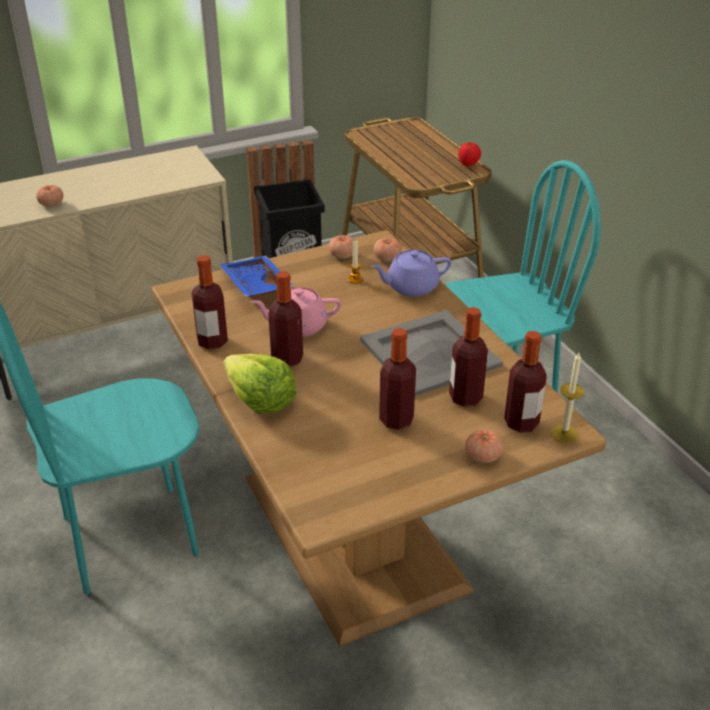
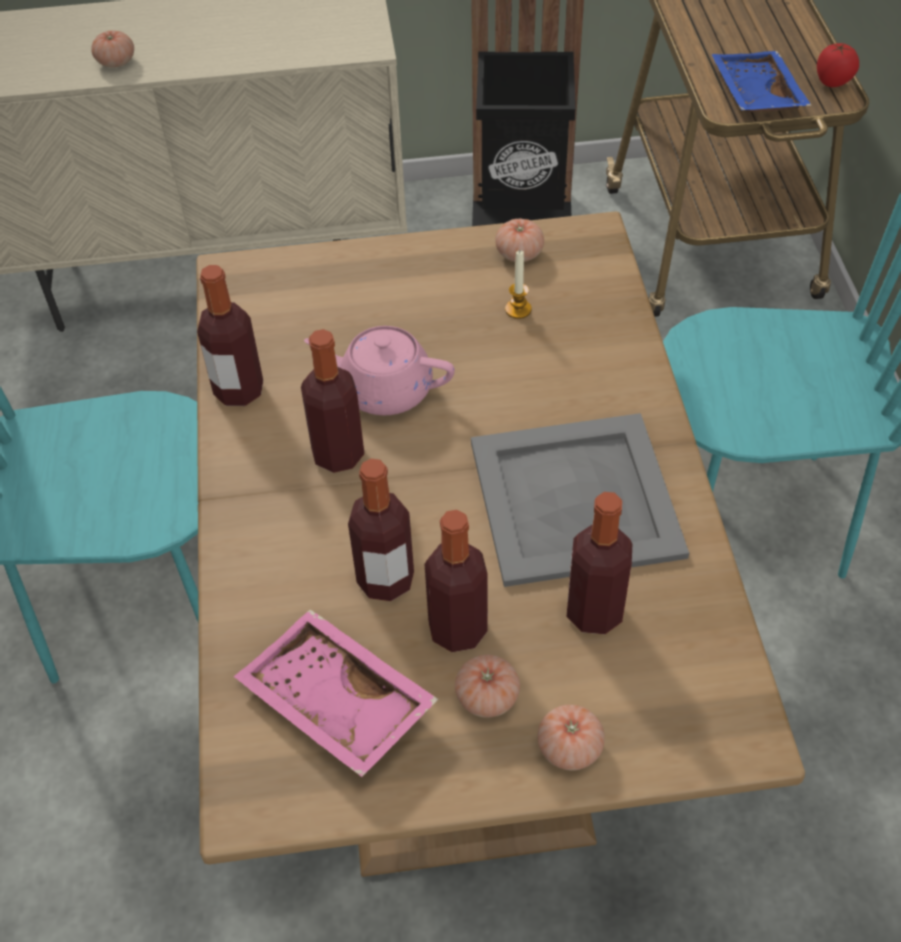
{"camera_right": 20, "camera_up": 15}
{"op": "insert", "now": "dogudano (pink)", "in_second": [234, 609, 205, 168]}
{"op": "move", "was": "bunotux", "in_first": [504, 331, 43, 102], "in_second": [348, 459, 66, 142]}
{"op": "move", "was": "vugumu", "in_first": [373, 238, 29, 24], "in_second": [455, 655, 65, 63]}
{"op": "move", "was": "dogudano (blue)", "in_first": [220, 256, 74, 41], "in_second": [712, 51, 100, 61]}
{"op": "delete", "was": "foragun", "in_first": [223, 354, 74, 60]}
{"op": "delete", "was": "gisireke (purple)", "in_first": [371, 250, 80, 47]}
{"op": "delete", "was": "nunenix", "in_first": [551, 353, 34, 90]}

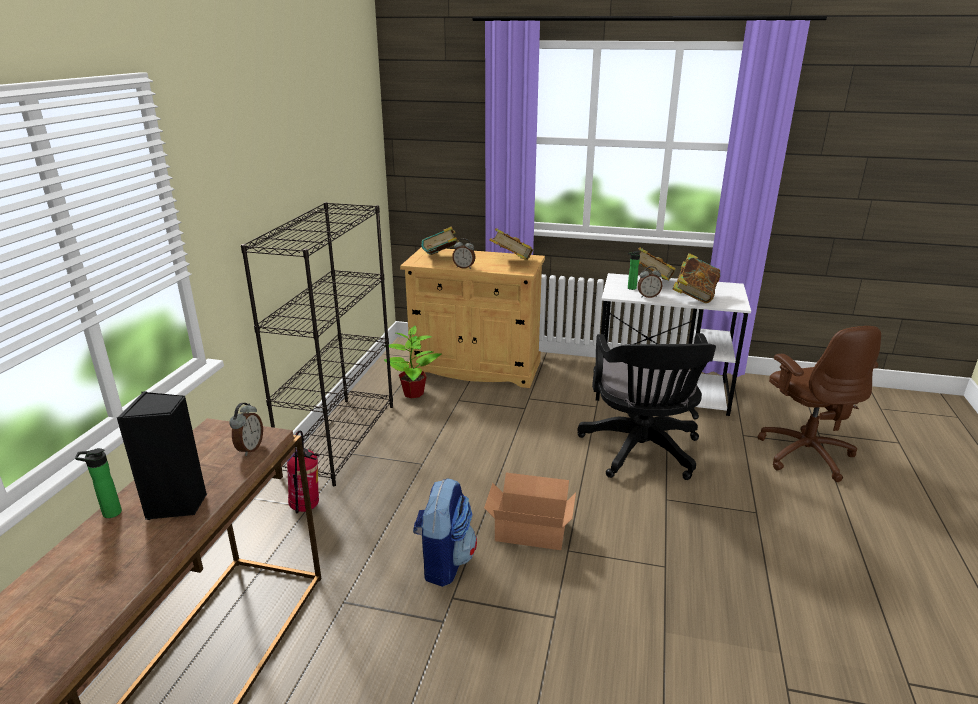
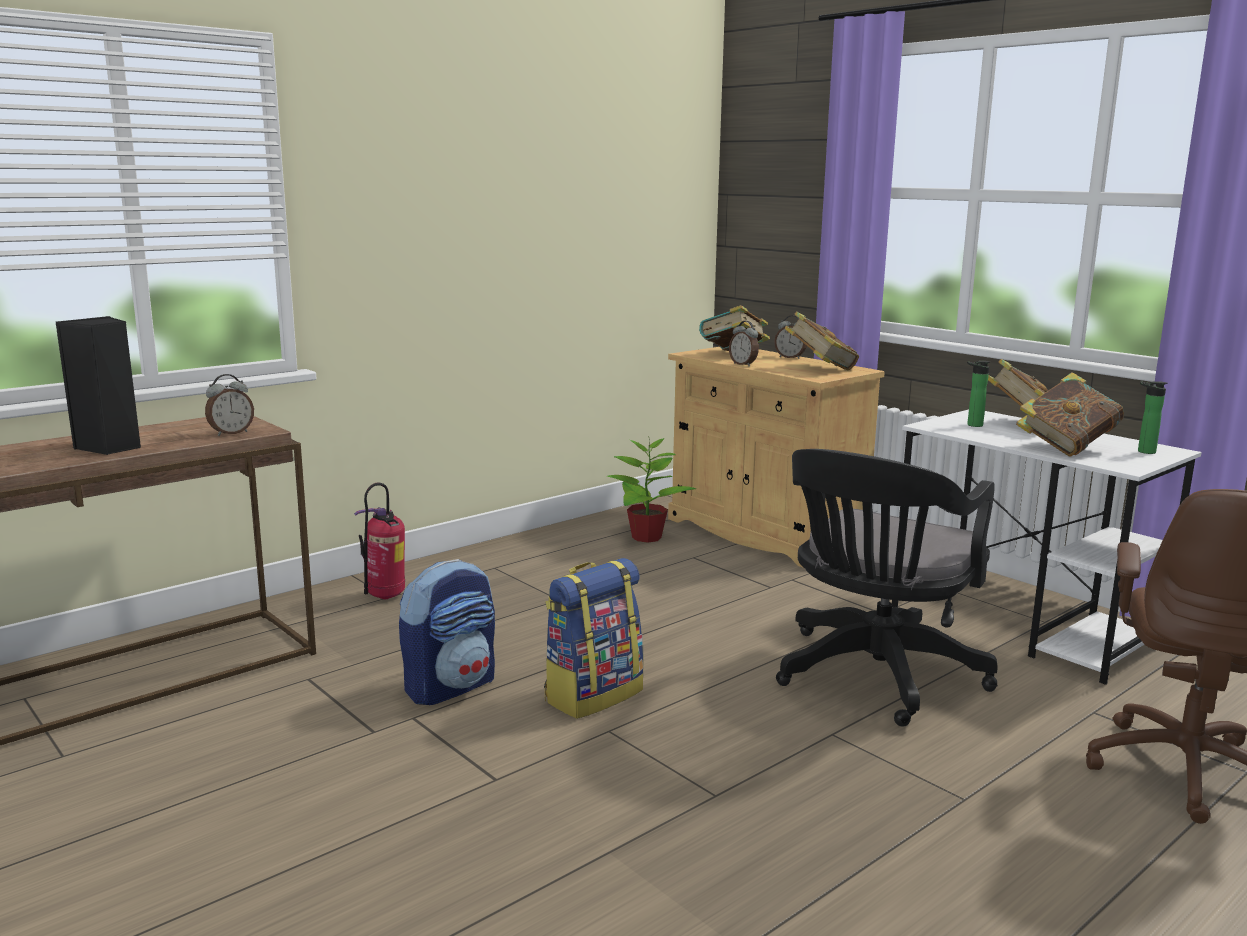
{"camera_right": 35, "camera_up": -10}
{"op": "replace", "was": "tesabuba", "now": "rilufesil", "in_first": [484, 473, 92, 77], "in_second": [544, 558, 100, 161]}
{"op": "move", "was": "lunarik", "in_first": [637, 266, 25, 32], "in_second": [774, 315, 33, 44]}
{"op": "move", "was": "bunotux", "in_first": [75, 448, 47, 70], "in_second": [1138, 381, 29, 73]}
{"op": "delete", "was": "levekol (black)", "in_first": [241, 202, 152, 284]}

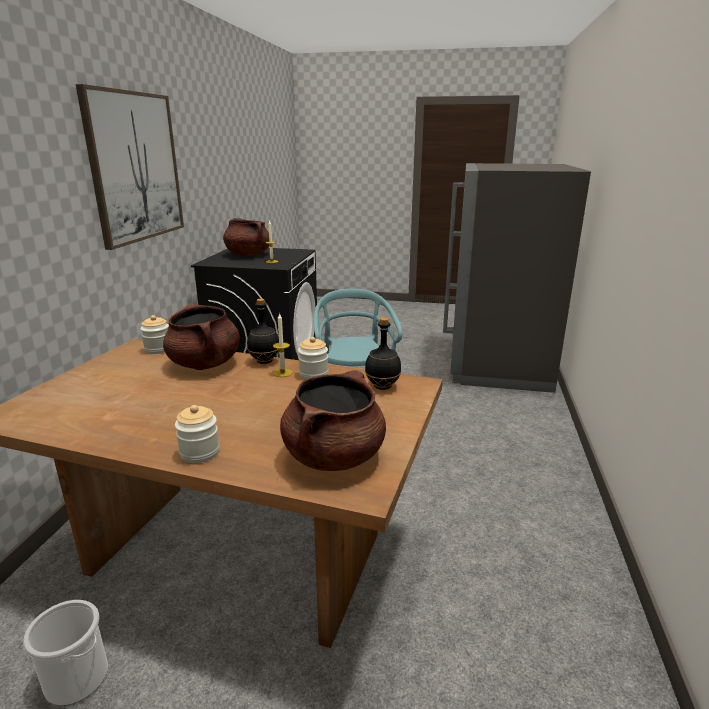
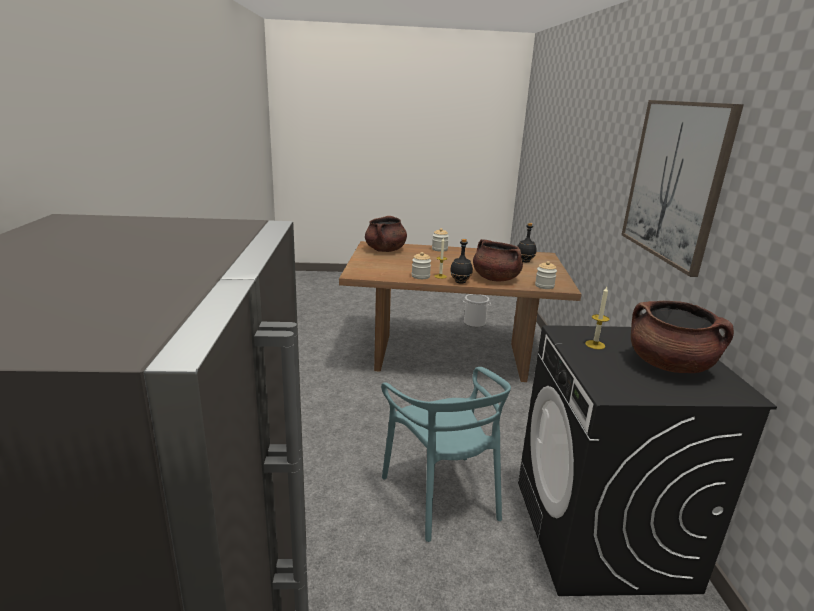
{"camera_right": 165, "camera_up": 0}
{"op": "move", "was": "bunotux (black)", "in_first": [365, 318, 36, 72], "in_second": [517, 223, 19, 39]}

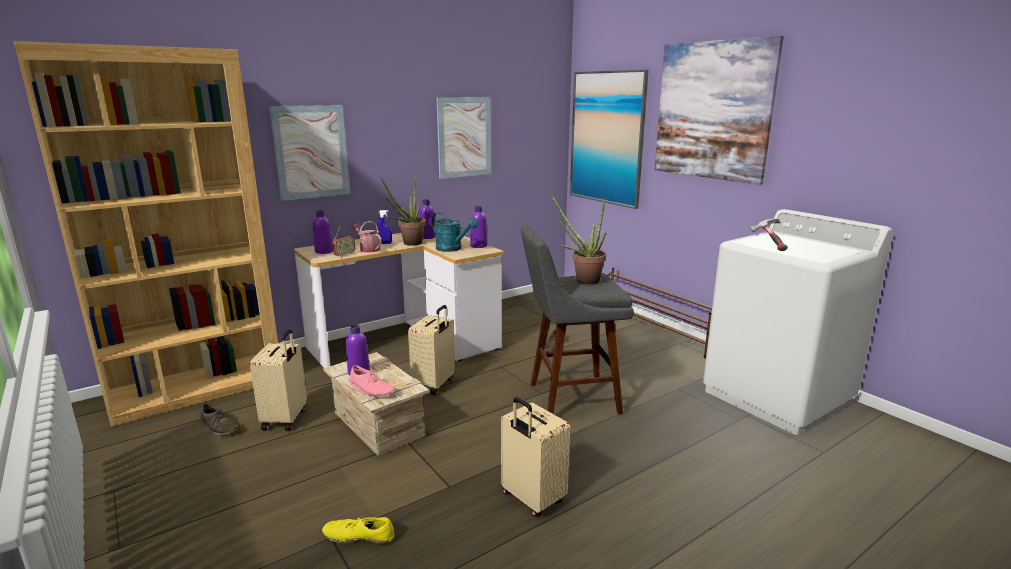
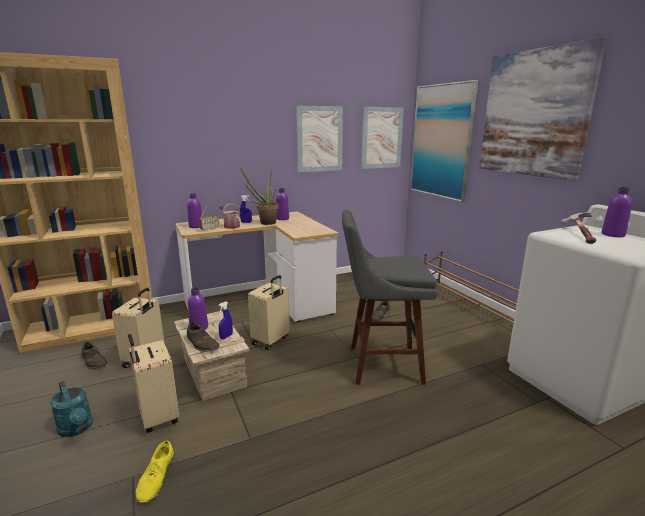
{"camera_right": 10, "camera_up": 0}
{"op": "move", "was": "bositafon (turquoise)", "in_first": [432, 212, 46, 40], "in_second": [50, 381, 43, 56]}
{"op": "move", "was": "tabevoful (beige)", "in_first": [501, 397, 69, 120], "in_second": [128, 334, 51, 99]}
{"op": "rotate", "was": "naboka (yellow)", "in_first": [322, 515, 72, 29], "in_second": [135, 441, 39, 61], "clockwise": -105}
{"op": "recolor", "was": "naboka (pink)", "now": "naboka (brown)", "in_first": [350, 365, 46, 32], "in_second": [187, 322, 33, 30]}
{"op": "insert", "now": "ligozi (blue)", "in_second": [218, 301, 15, 38]}
{"op": "move", "was": "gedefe", "in_first": [269, 105, 81, 96], "in_second": [361, 107, 43, 62]}
{"op": "move", "was": "bunotux (purple)", "in_first": [470, 206, 17, 42], "in_second": [602, 187, 30, 50]}
{"op": "delete", "was": "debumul", "in_first": [550, 194, 56, 91]}

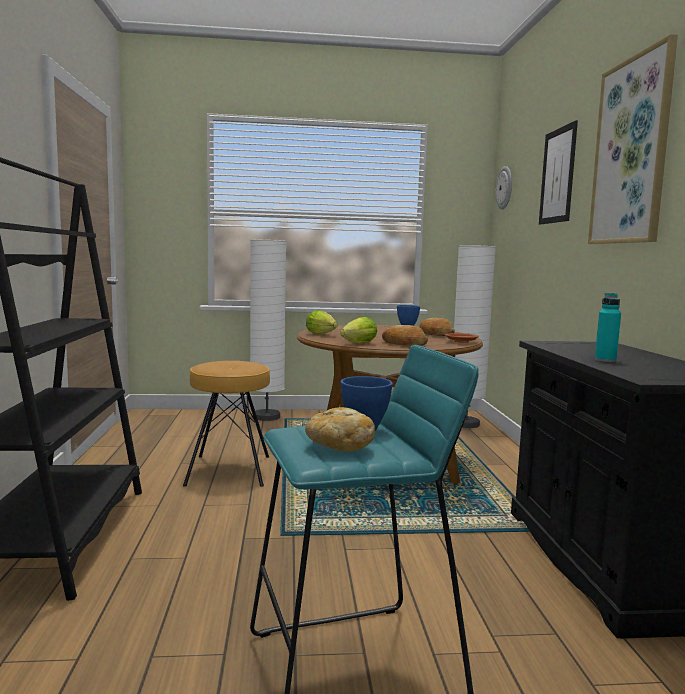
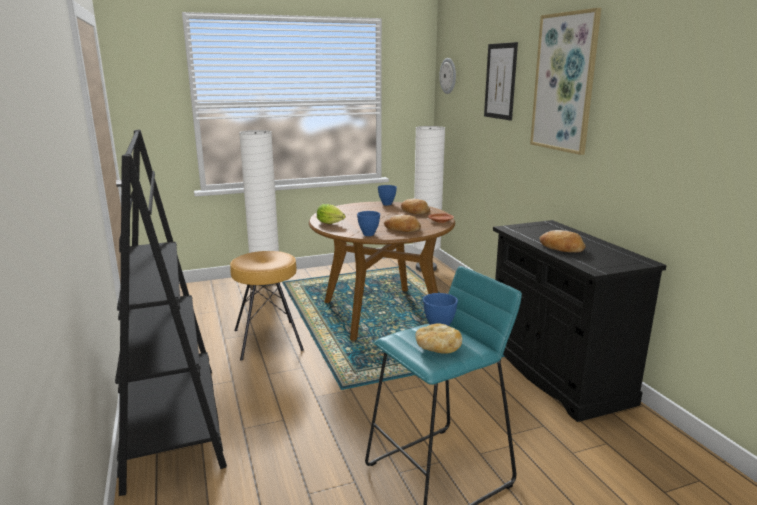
{"camera_right": -15, "camera_up": 10}
{"op": "replace", "was": "foragun", "now": "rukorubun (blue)", "in_first": [340, 317, 37, 26], "in_second": [357, 211, 23, 25]}
{"op": "replace", "was": "bunotux (turquoise)", "now": "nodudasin", "in_first": [595, 293, 26, 69], "in_second": [540, 230, 45, 23]}

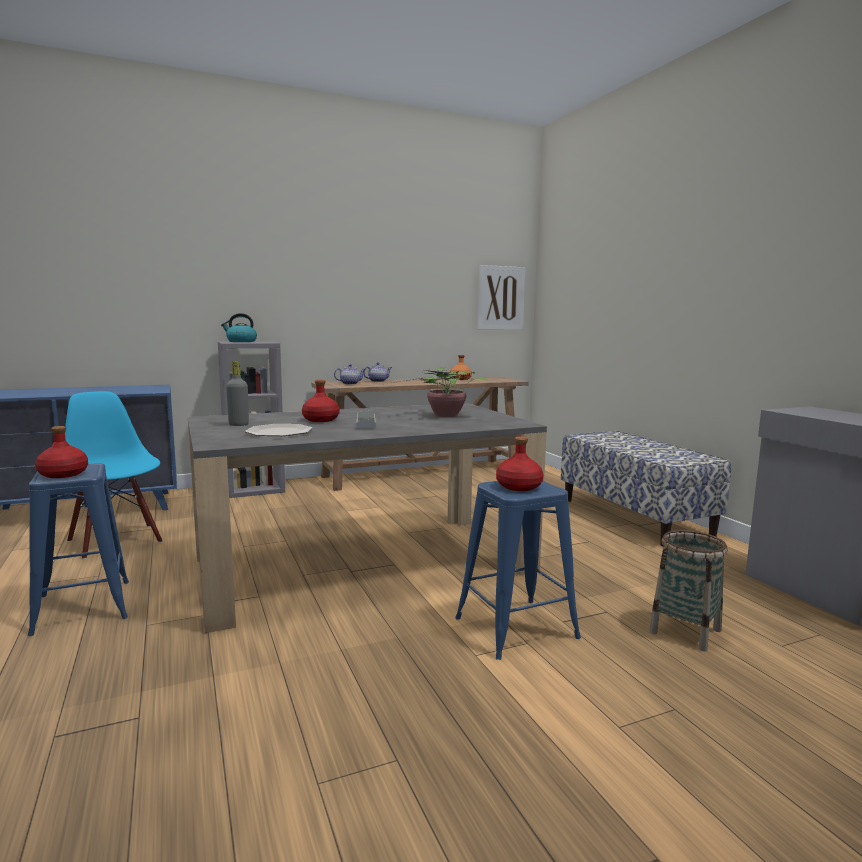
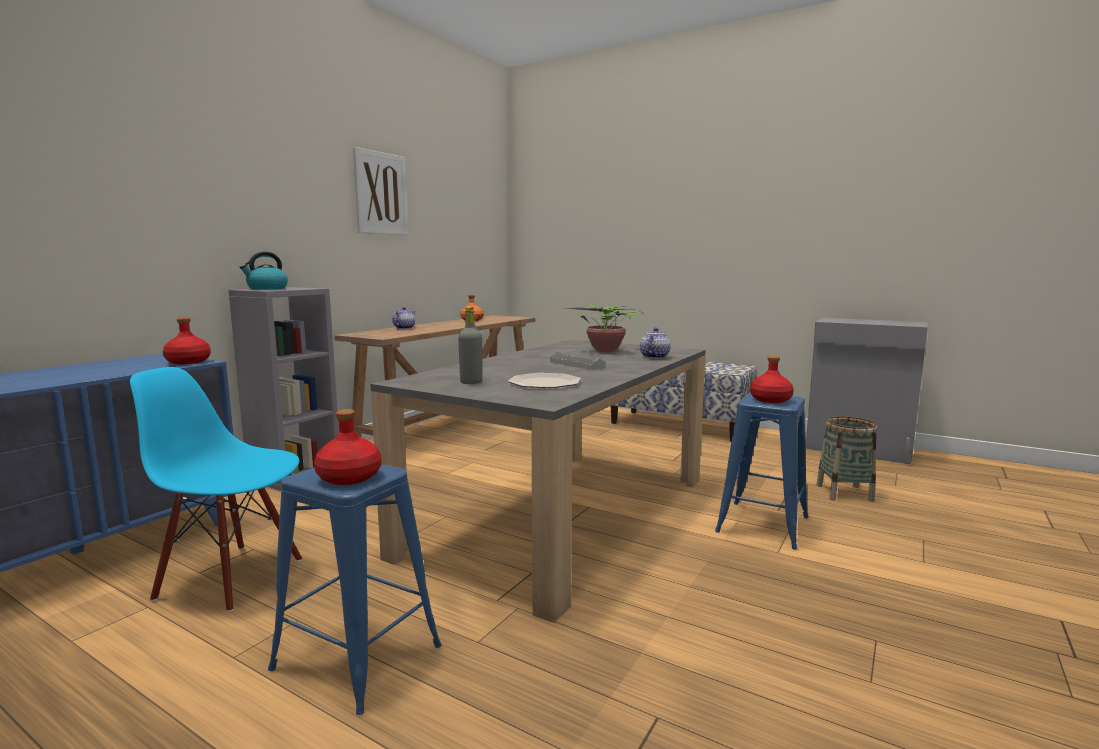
{"camera_right": -35, "camera_up": 0}
{"op": "move", "was": "bunotux (red)", "in_first": [302, 380, 38, 42], "in_second": [163, 318, 48, 46]}
{"op": "move", "was": "gedefe", "in_first": [478, 265, 47, 65], "in_second": [353, 147, 55, 88]}
{"op": "move", "was": "gisireke", "in_first": [334, 364, 31, 21], "in_second": [640, 328, 31, 31]}

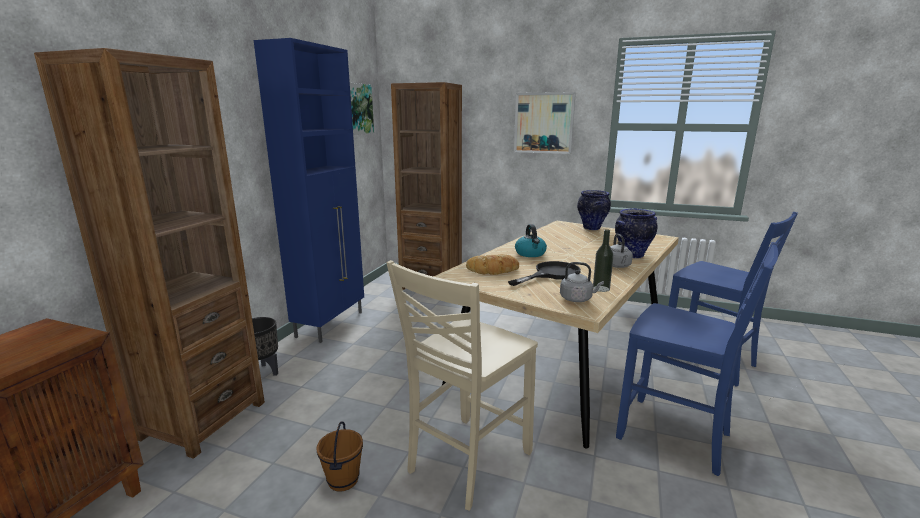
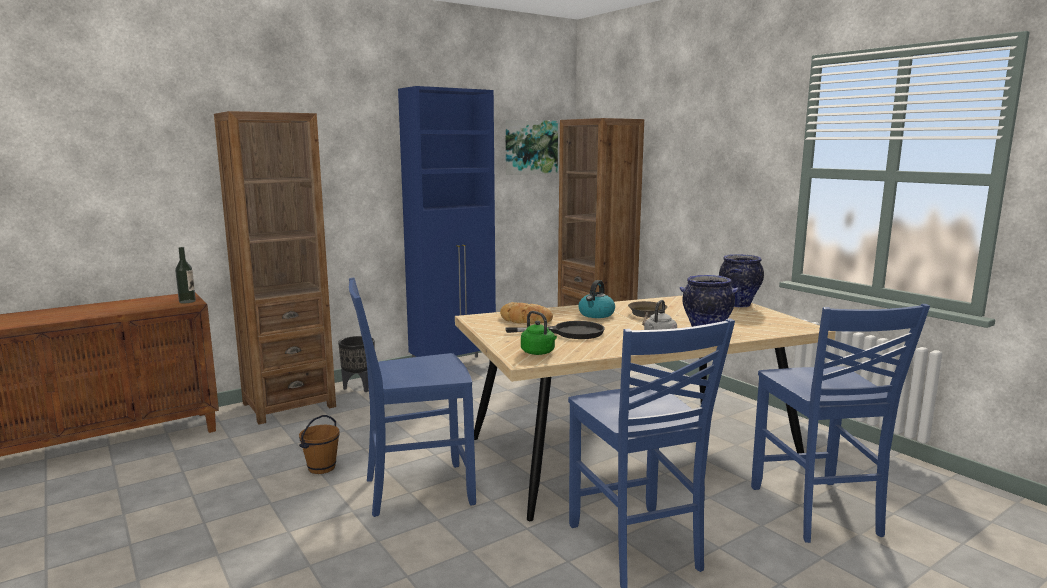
{"camera_right": 35, "camera_up": -5}
{"op": "move", "was": "bunotux", "in_first": [593, 229, 21, 63], "in_second": [175, 247, 21, 56]}
{"op": "recolor", "was": "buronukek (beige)", "now": "buronukek (blue)", "in_first": [386, 260, 152, 251], "in_second": [349, 277, 127, 240]}
{"op": "recolor", "was": "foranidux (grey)", "now": "foranidux (green)", "in_first": [560, 262, 44, 40], "in_second": [521, 311, 36, 44]}
{"op": "insert", "now": "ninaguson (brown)", "in_second": [628, 301, 39, 25]}
{"op": "delete", "was": "gedefe", "in_first": [514, 92, 62, 62]}

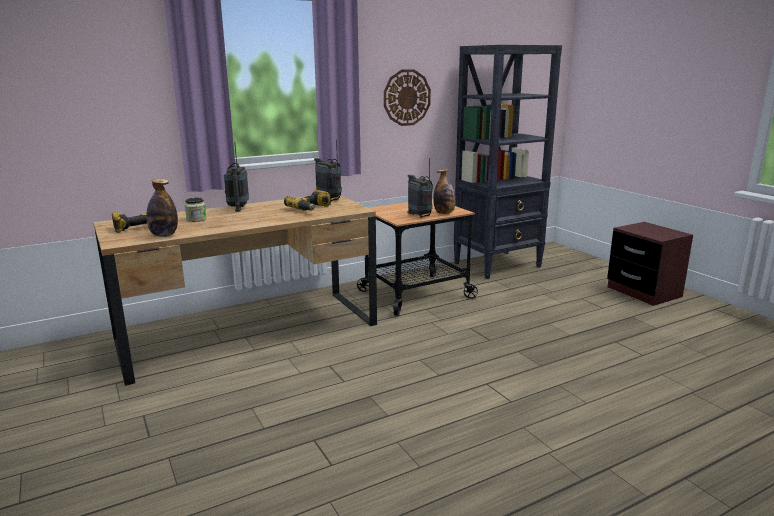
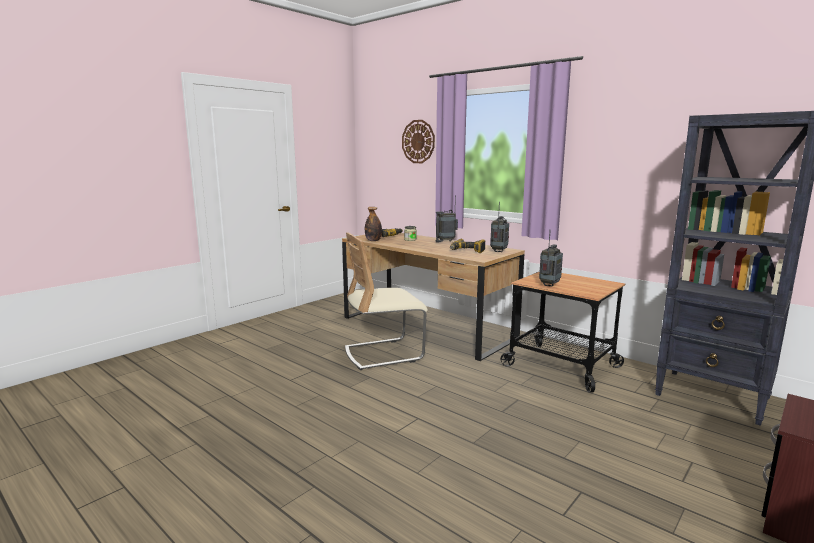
{"camera_right": 70, "camera_up": -5}
{"op": "insert", "now": "buronukek (beige)", "in_second": [345, 232, 83, 138]}
{"op": "move", "was": "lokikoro", "in_first": [384, 69, 47, 57], "in_second": [402, 120, 33, 43]}
{"op": "delete", "was": "bunotux", "in_first": [433, 169, 23, 45]}

